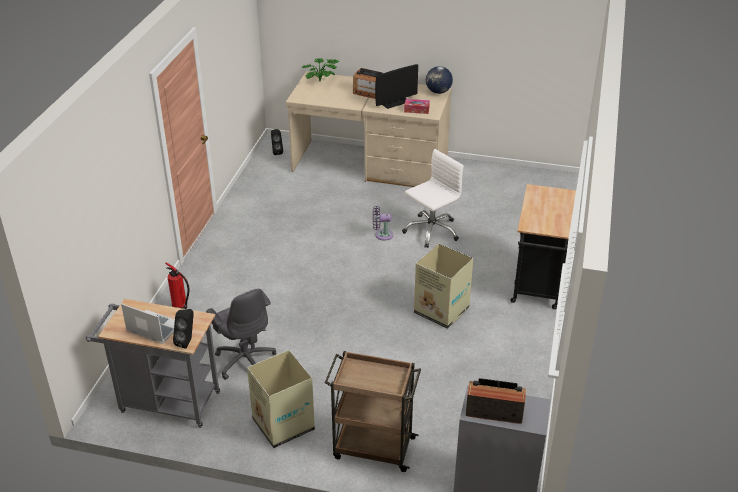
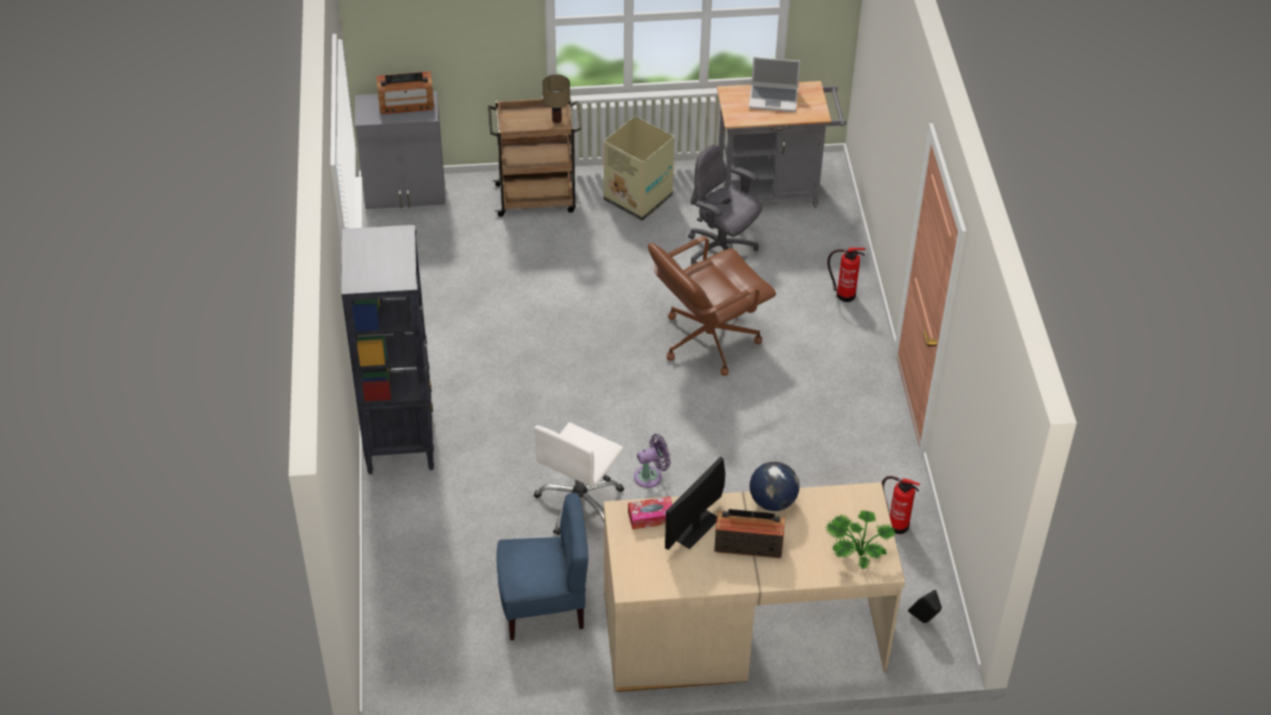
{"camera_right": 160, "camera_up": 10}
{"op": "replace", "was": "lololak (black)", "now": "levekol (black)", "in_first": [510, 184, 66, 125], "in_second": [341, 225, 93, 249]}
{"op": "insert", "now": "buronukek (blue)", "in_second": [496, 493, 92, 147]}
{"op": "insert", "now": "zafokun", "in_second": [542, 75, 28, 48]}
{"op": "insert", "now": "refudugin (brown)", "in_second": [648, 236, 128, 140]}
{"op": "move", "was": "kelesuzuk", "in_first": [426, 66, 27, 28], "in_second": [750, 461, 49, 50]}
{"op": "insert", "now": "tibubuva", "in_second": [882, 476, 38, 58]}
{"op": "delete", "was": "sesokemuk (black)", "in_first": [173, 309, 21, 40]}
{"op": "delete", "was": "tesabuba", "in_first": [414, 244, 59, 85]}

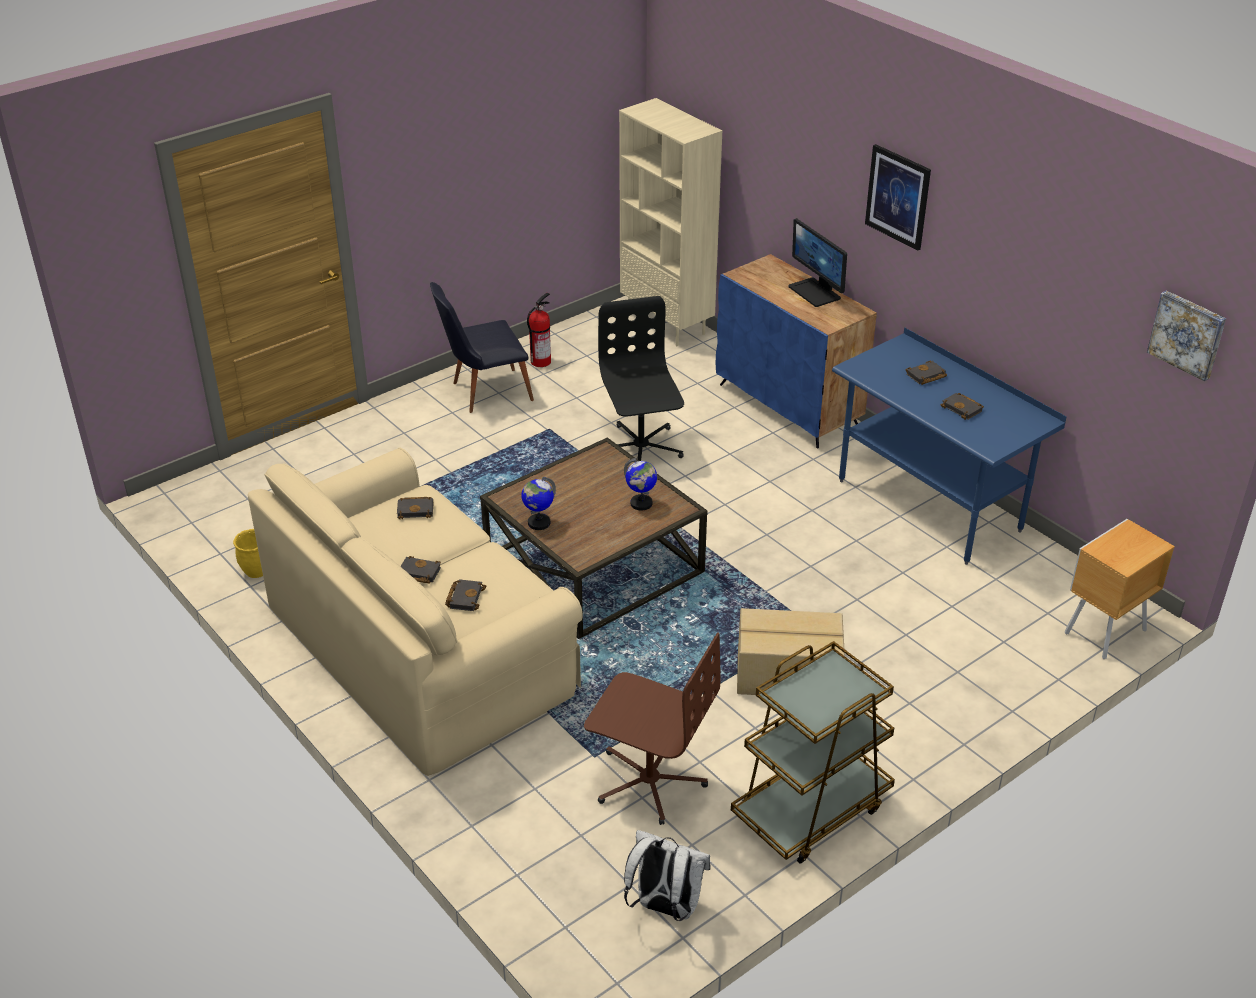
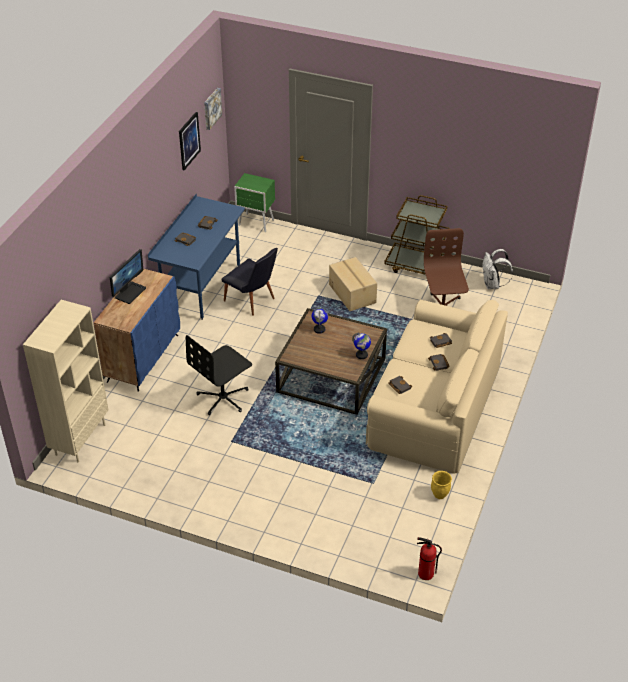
{"camera_right": -120, "camera_up": 5}
{"op": "move", "was": "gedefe", "in_first": [865, 144, 66, 106], "in_second": [179, 112, 22, 58]}
{"op": "move", "was": "buronukek (black)", "in_first": [430, 282, 104, 131], "in_second": [221, 248, 57, 68]}
{"op": "recolor", "was": "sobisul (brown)", "now": "sobisul (green)", "in_first": [1065, 519, 110, 140], "in_second": [234, 173, 41, 59]}
{"op": "move", "was": "tibubuva", "in_first": [527, 293, 24, 74], "in_second": [417, 537, 25, 43]}

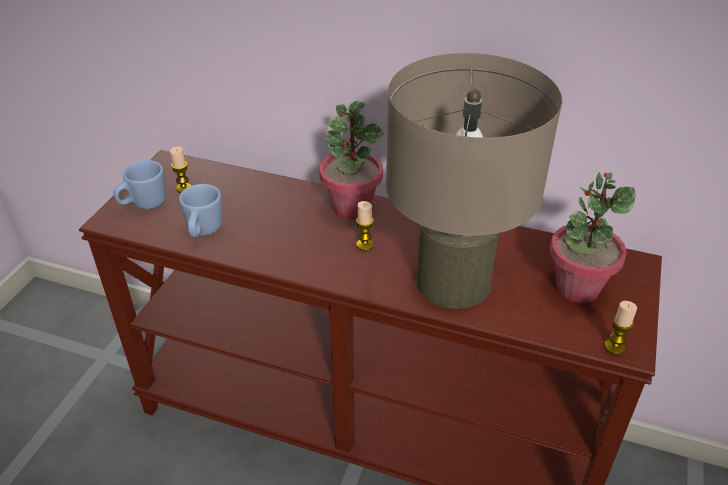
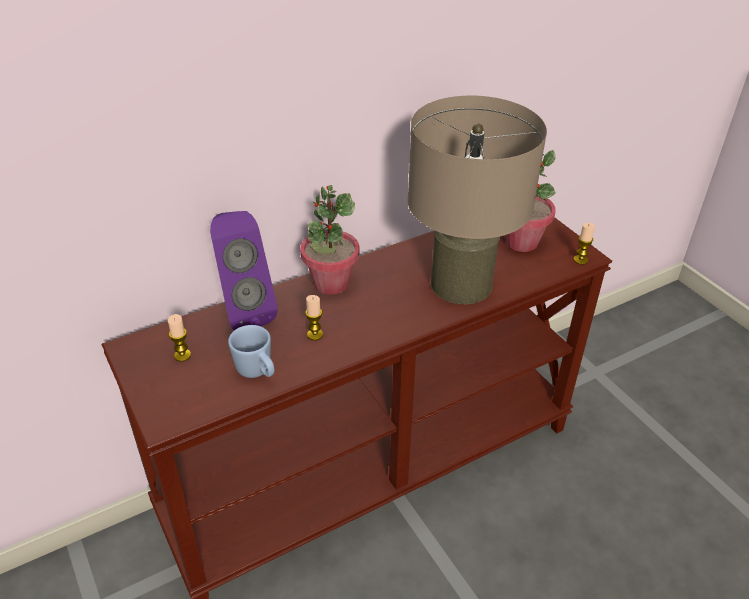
{"camera_right": -50, "camera_up": 0}
{"op": "insert", "now": "sesokemuk (purple)", "in_second": [210, 211, 68, 119]}
{"op": "move", "was": "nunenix", "in_first": [356, 201, 18, 50], "in_second": [305, 295, 18, 45]}
{"op": "delete", "was": "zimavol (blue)", "in_first": [114, 160, 52, 50]}

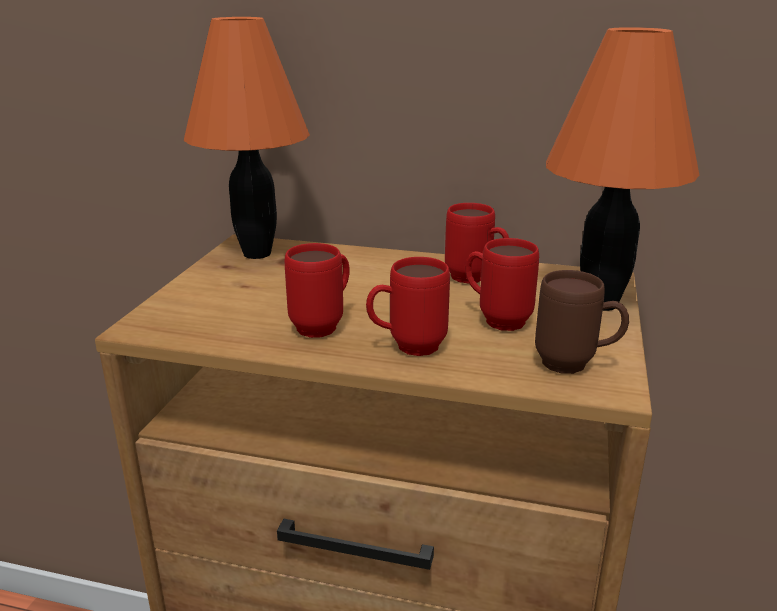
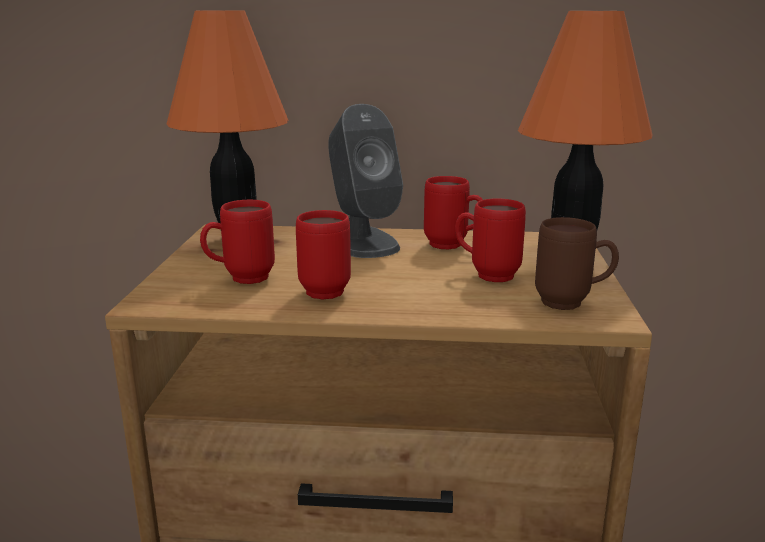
{"camera_right": -10, "camera_up": -5}
{"op": "move", "was": "zimavol (red)", "in_first": [366, 257, 84, 99], "in_second": [200, 200, 75, 84]}
{"op": "insert", "now": "sesokemuk (grey)", "in_second": [328, 104, 75, 154]}

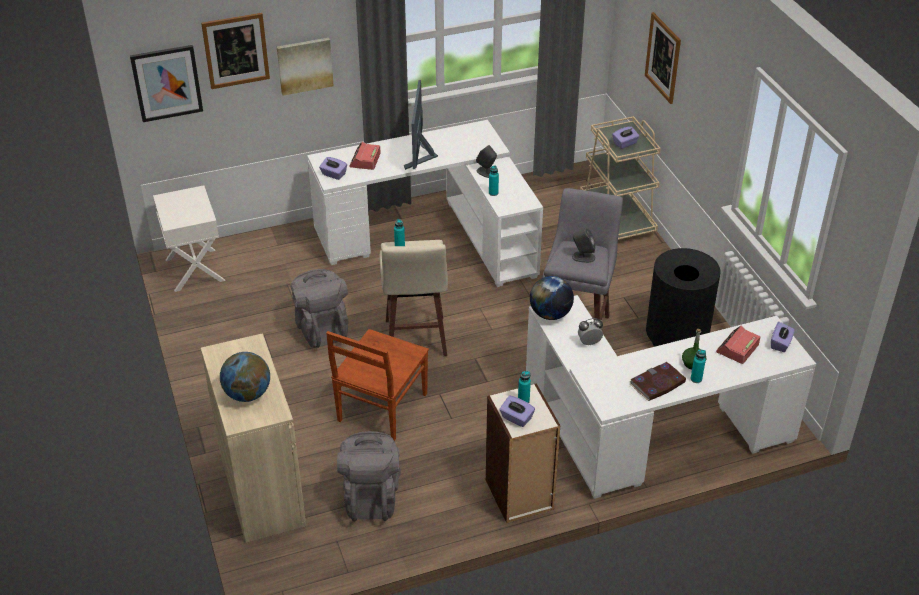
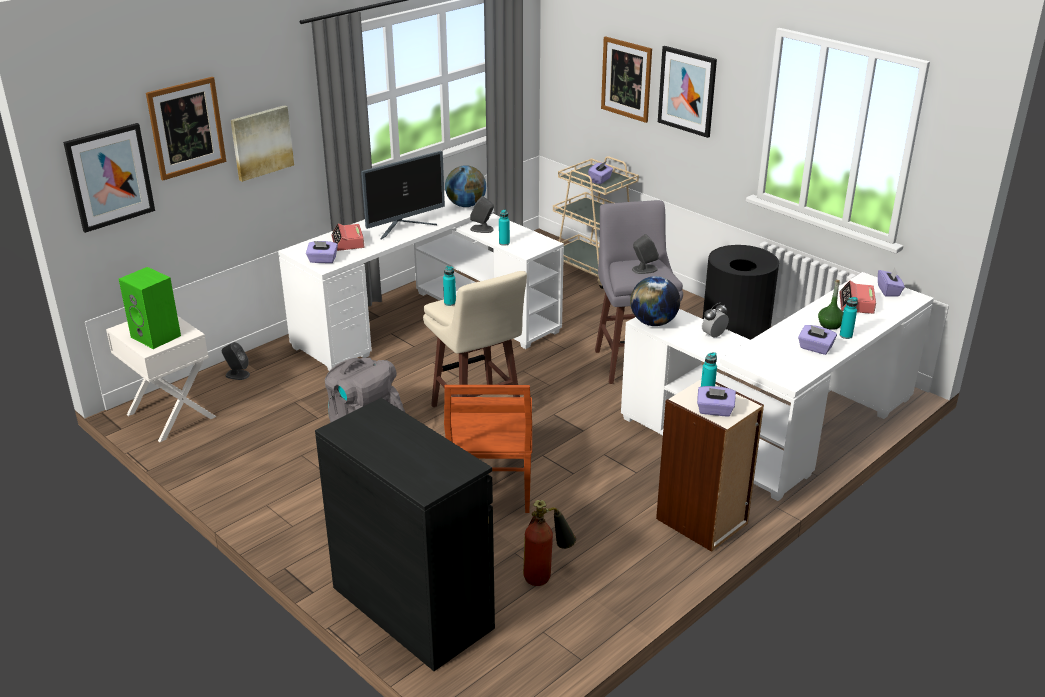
{"camera_right": -25, "camera_up": -10}
{"op": "insert", "now": "sesokemuk (green)", "in_second": [119, 267, 62, 82]}
{"op": "insert", "now": "sesokemuk (grey)", "in_second": [222, 342, 28, 38]}
{"op": "recolor", "was": "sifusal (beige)", "now": "sifusal (black)", "in_first": [201, 333, 105, 210], "in_second": [315, 398, 180, 273]}
{"op": "rotate", "was": "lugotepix", "in_first": [404, 80, 34, 90], "in_second": [361, 151, 84, 88], "clockwise": -105}
{"op": "move", "was": "kelesuzuk", "in_first": [220, 352, 50, 50], "in_second": [445, 165, 41, 42]}
{"op": "replace", "was": "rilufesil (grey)", "now": "tibubuva", "in_first": [337, 431, 64, 91], "in_second": [523, 500, 53, 86]}
{"op": "insert", "now": "gedefe", "in_second": [658, 46, 59, 92]}
{"op": "replace", "was": "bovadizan", "now": "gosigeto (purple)", "in_first": [630, 362, 56, 39], "in_second": [798, 325, 39, 30]}

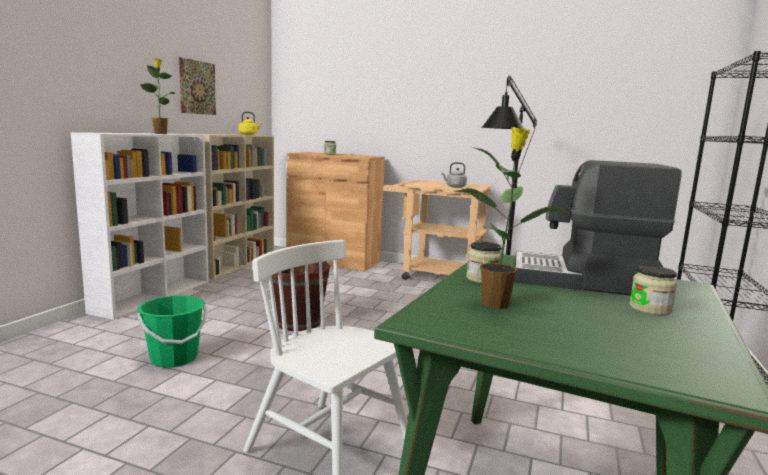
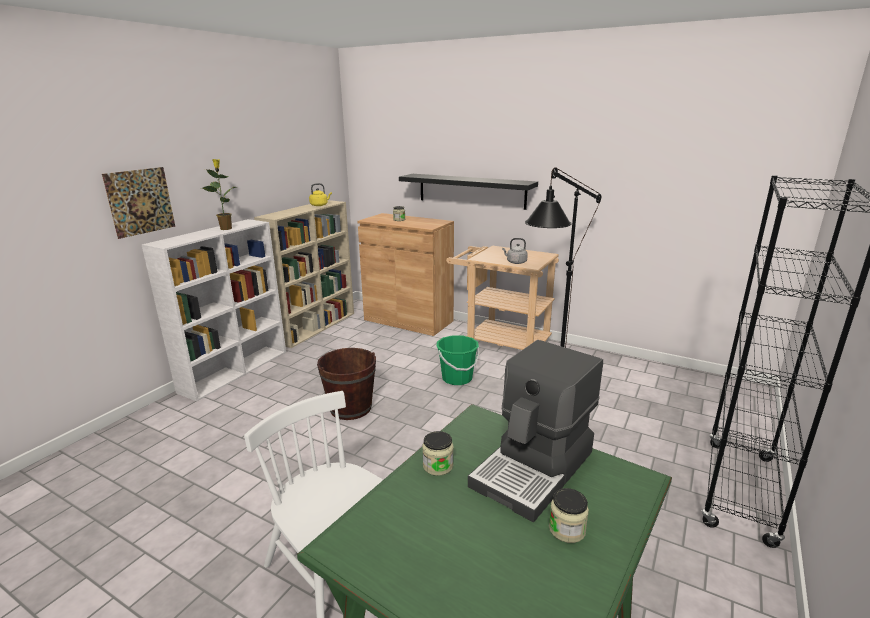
{"camera_right": 10, "camera_up": 10}
{"op": "move", "was": "gedefe", "in_first": [179, 57, 37, 58], "in_second": [102, 167, 73, 72]}
{"op": "insert", "now": "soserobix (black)", "in_second": [399, 174, 139, 36]}
{"op": "move", "was": "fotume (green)", "in_first": [137, 296, 70, 71], "in_second": [436, 335, 43, 50]}
{"op": "rotate", "was": "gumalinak", "in_first": [514, 160, 168, 135], "in_second": [468, 340, 135, 182], "clockwise": -75}
{"op": "delete", "was": "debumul", "in_first": [454, 127, 113, 182]}

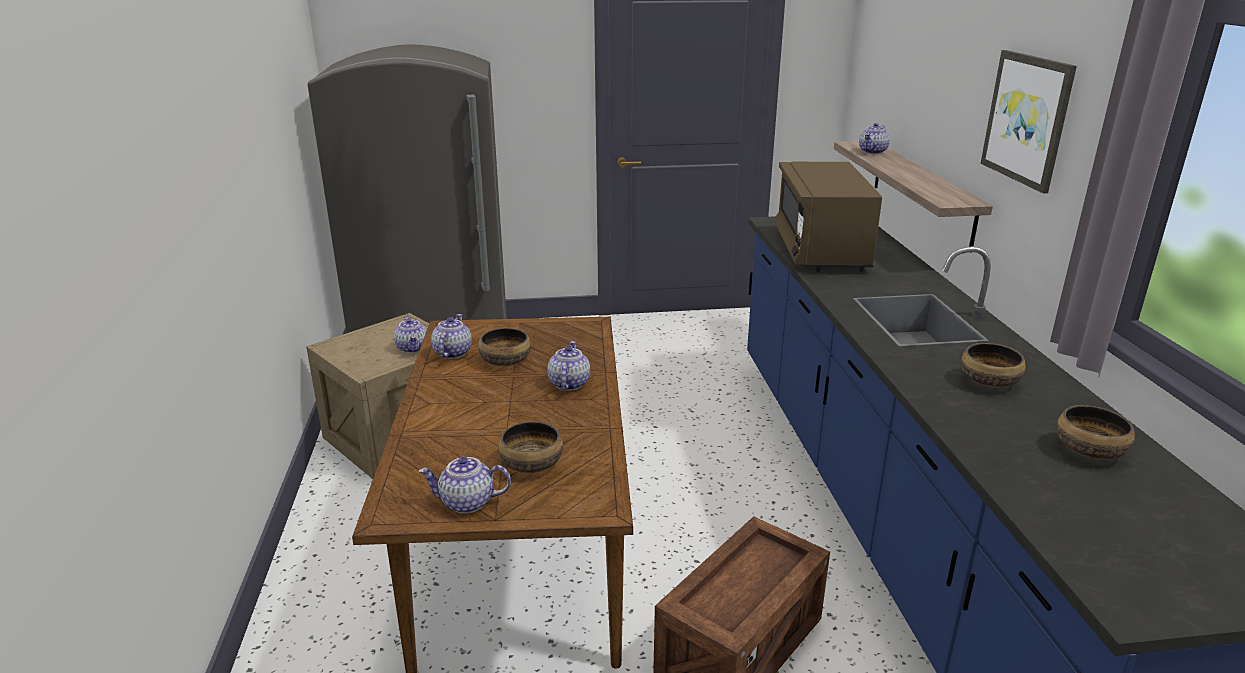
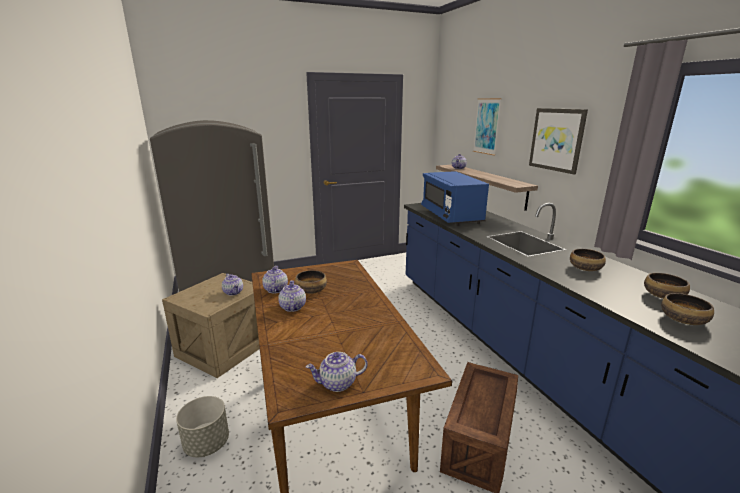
{"camera_right": -15, "camera_up": -5}
{"op": "insert", "now": "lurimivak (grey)", "in_second": [176, 396, 53, 61]}
{"op": "move", "was": "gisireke", "in_first": [547, 341, 43, 50], "in_second": [278, 281, 28, 31]}
{"op": "recolor", "was": "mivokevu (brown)", "now": "mivokevu (blue)", "in_first": [774, 162, 108, 110], "in_second": [421, 171, 68, 55]}
{"op": "insert", "now": "gedefe", "in_second": [473, 98, 29, 58]}
{"op": "move", "was": "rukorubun", "in_first": [498, 421, 65, 52], "in_second": [661, 293, 53, 32]}

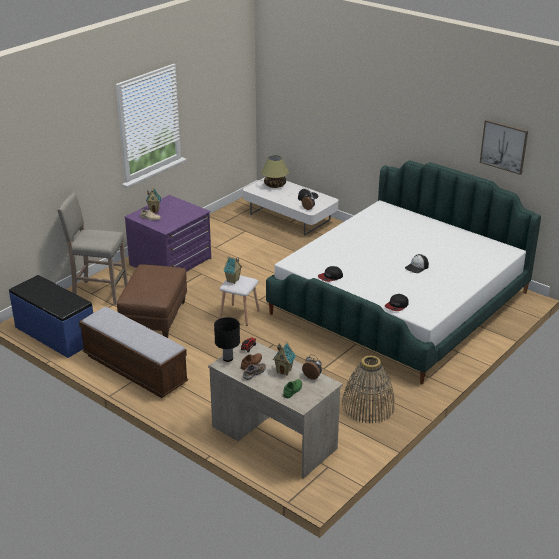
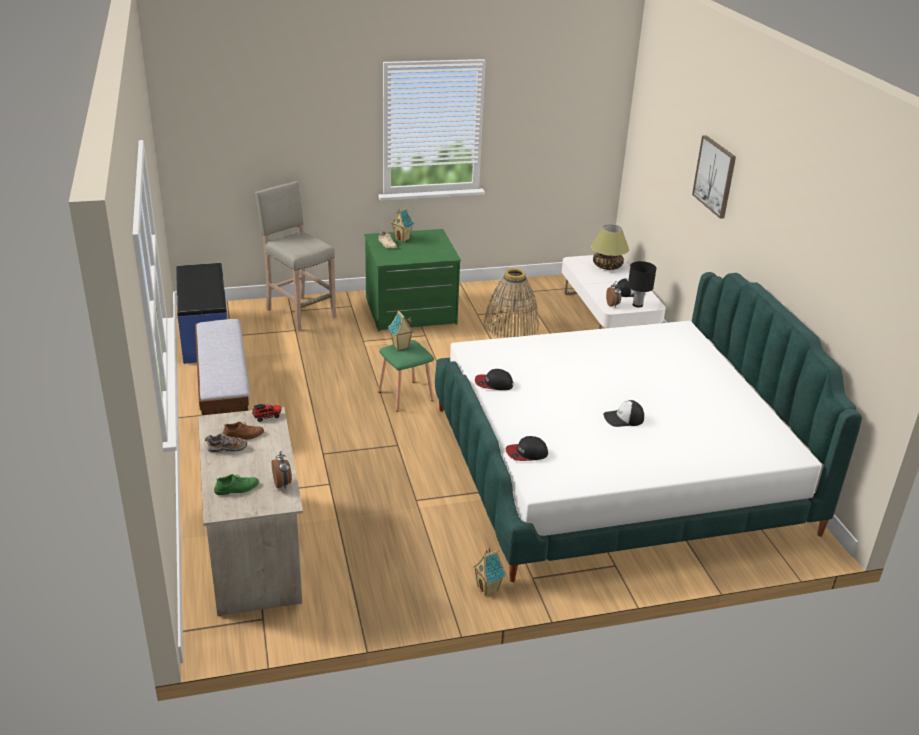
{"camera_right": 35, "camera_up": 0}
{"op": "recolor", "was": "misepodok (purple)", "now": "misepodok (green)", "in_first": [124, 195, 87, 77], "in_second": [364, 229, 97, 102]}
{"op": "recolor", "was": "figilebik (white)", "now": "figilebik (green)", "in_first": [220, 275, 40, 51], "in_second": [378, 340, 56, 72]}
{"op": "move", "was": "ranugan", "in_first": [273, 341, 23, 34], "in_second": [473, 548, 33, 48]}
{"op": "move", "was": "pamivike", "in_first": [342, 356, 53, 68], "in_second": [484, 268, 55, 70]}
{"op": "move", "was": "zafokun (black)", "in_first": [214, 317, 26, 45], "in_second": [628, 261, 29, 47]}
{"op": "move", "was": "gedefe", "in_first": [480, 119, 48, 56], "in_second": [692, 135, 44, 84]}
{"op": "delete", "was": "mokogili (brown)", "in_first": [117, 264, 70, 74]}

